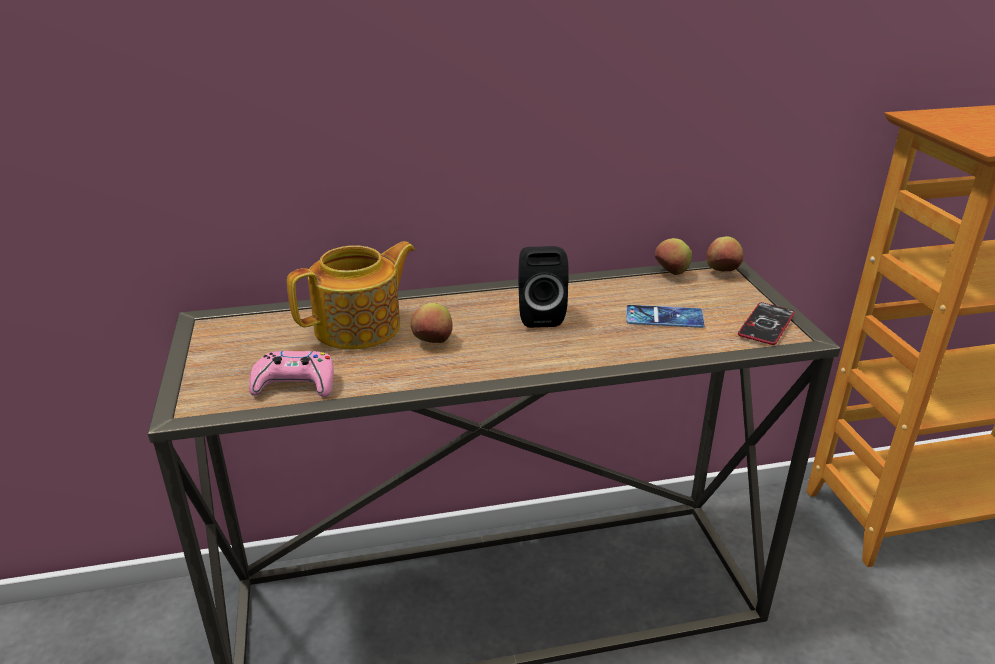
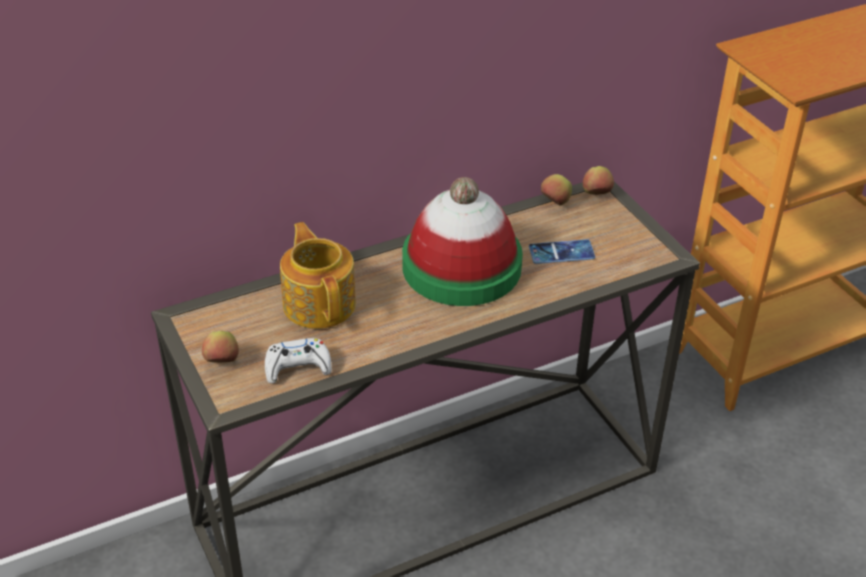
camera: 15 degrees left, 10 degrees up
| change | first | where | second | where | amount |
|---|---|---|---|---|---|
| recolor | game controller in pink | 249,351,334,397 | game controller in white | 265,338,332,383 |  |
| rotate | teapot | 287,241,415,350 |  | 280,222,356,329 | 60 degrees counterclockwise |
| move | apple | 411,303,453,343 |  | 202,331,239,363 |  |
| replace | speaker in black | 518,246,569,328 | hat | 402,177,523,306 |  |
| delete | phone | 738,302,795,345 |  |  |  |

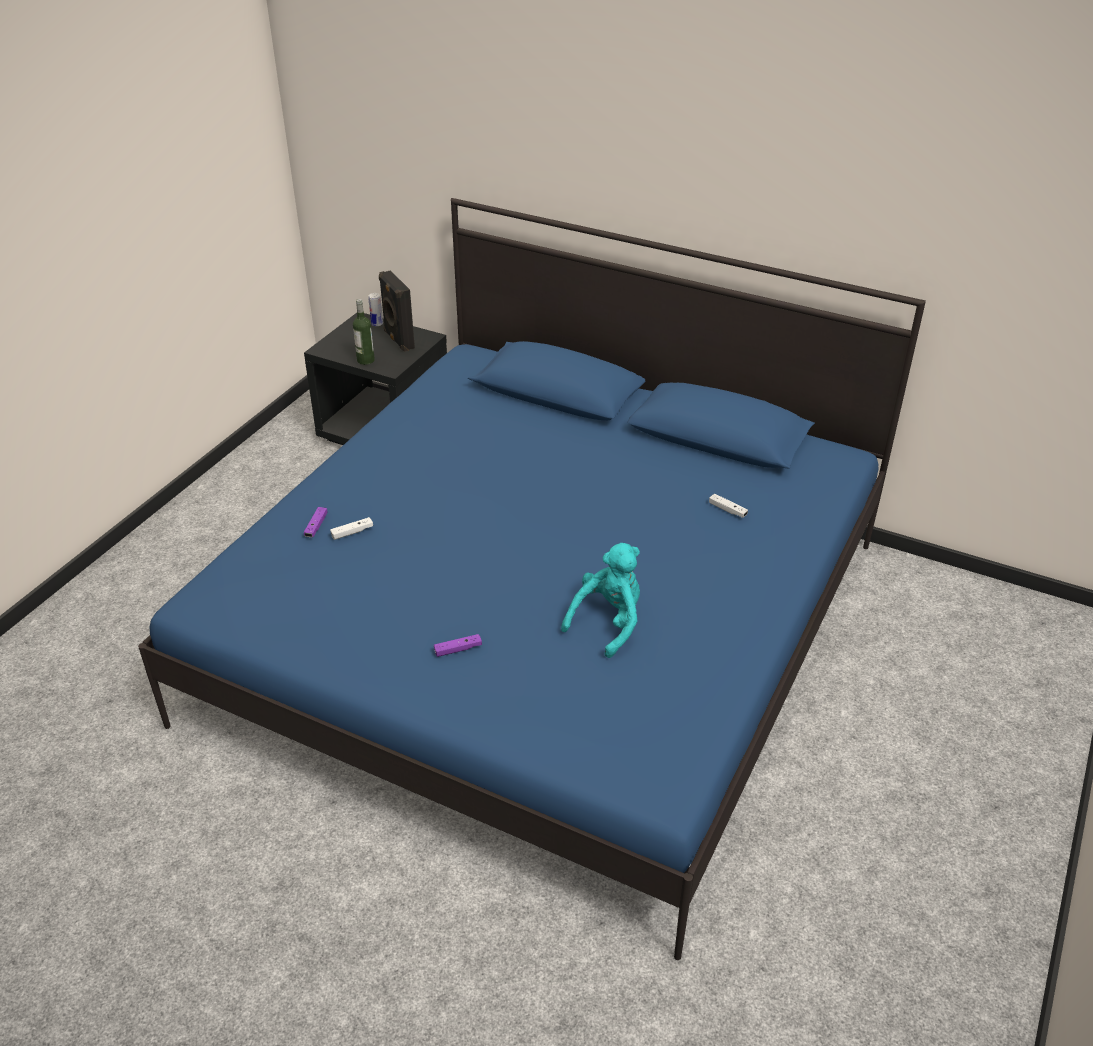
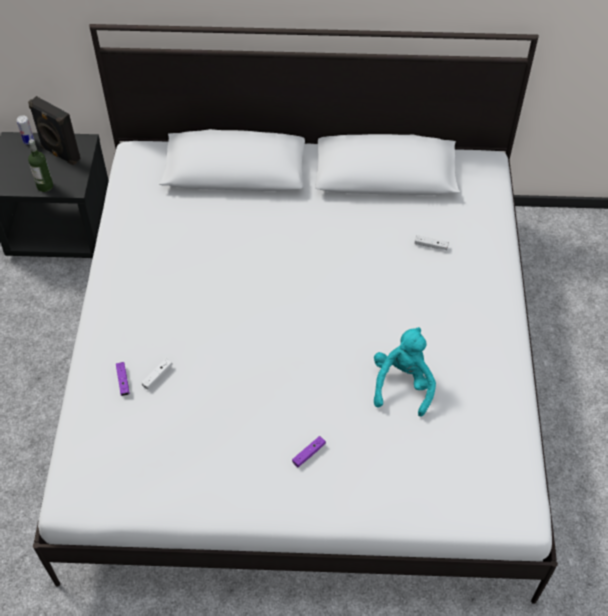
camera: 25 degrees left, 15 degrees up
| change | first | where | second | where | amount |
|---|---|---|---|---|---|
| recolor | bed in blue | 138,198,926,960 | bed in white | 33,24,558,604 |  |

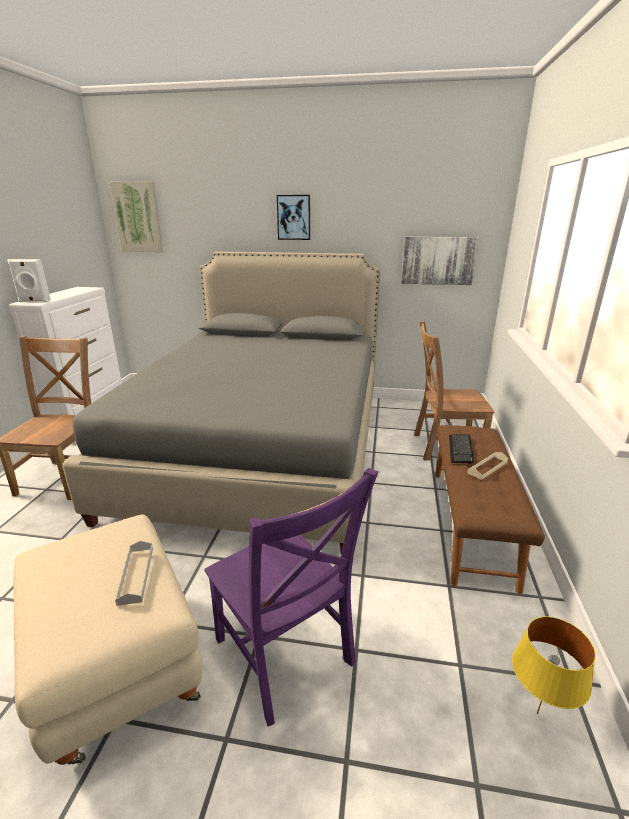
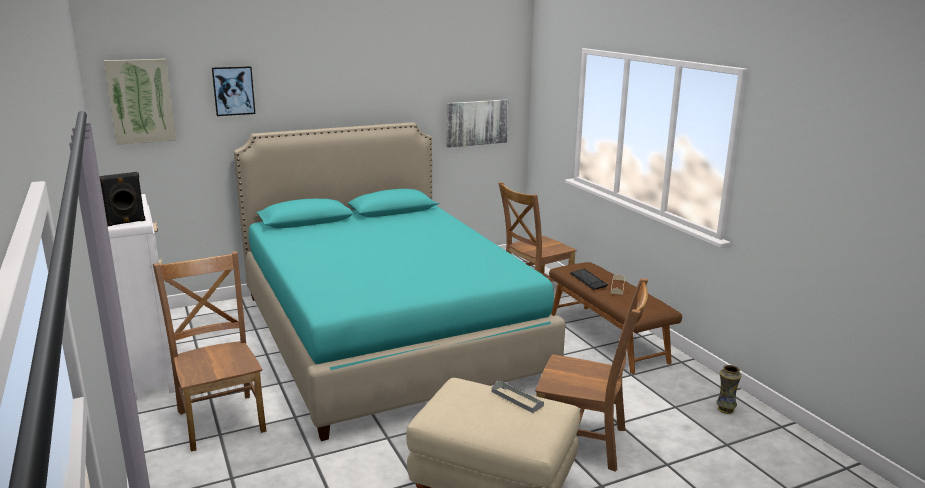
camera: 35 degrees left, 5 degrees down
| change | first | where | second | where | amount |
|---|---|---|---|---|---|
| recolor | speaker in white | 7,259,51,302 | speaker in black | 100,172,146,226 |  |
| recolor | bed in grey | 63,251,381,554 | bed in turquoise | 234,122,566,441 |  |
| recolor | chair in purple | 204,468,378,726 | chair in brown | 535,278,648,472 |  |
| move | picture | 277,195,310,240 |  | 212,66,255,116 |  |
| replace | table lamp in yellow | 512,616,596,714 | vase | 716,365,741,414 |  |

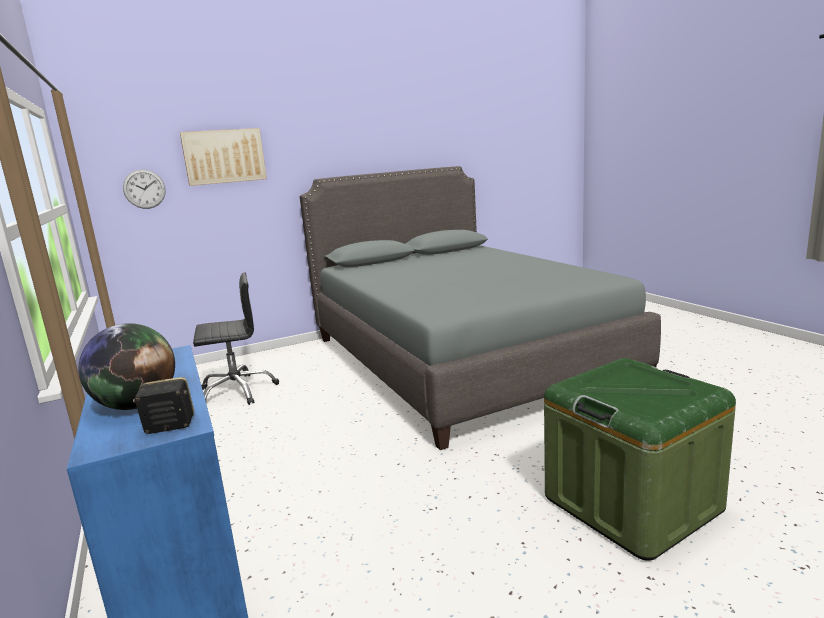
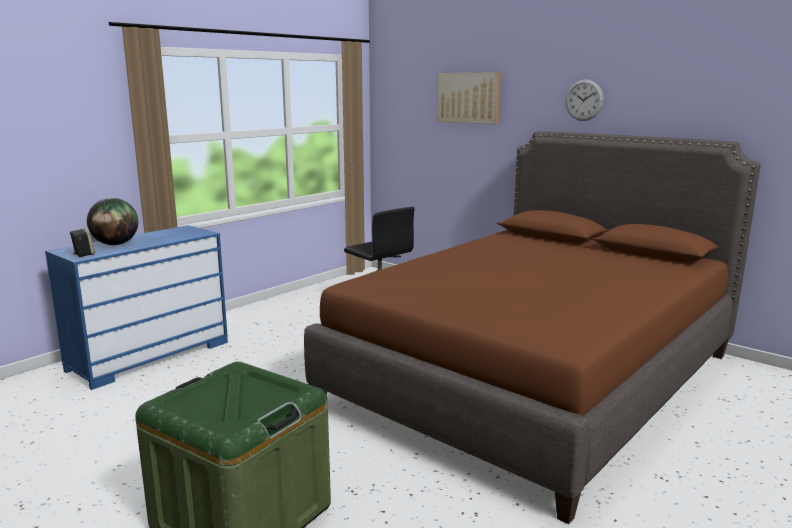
camera: 65 degrees right, 0 degrees up
| change | first | where | second | where | amount |
|---|---|---|---|---|---|
| move | wall clock | 123,169,166,209 |  | 565,79,604,121 |  |
| recolor | bed in grey | 300,166,661,450 | bed in brown | 304,131,761,524 |  |

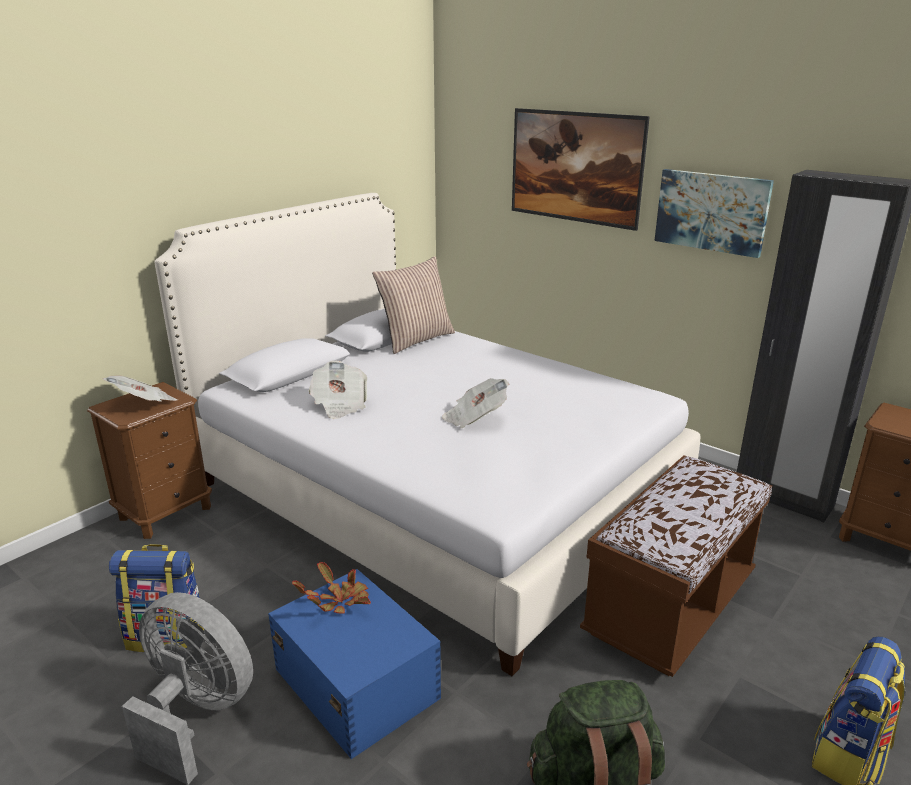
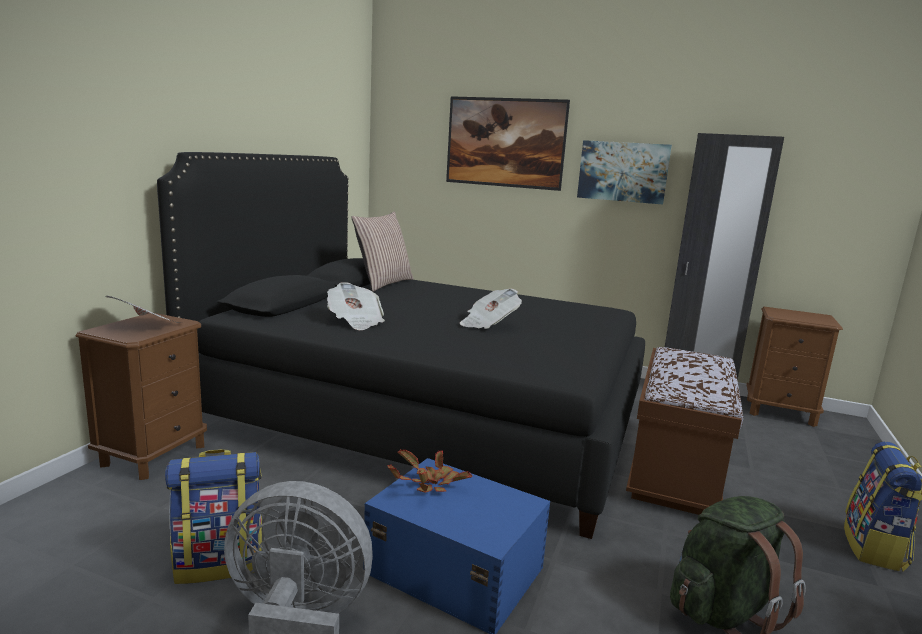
camera: 20 degrees left, 10 degrees down
| change | first | where | second | where | amount |
|---|---|---|---|---|---|
| recolor | bed in white | 154,193,700,676 | bed in black | 157,152,645,539 |  |

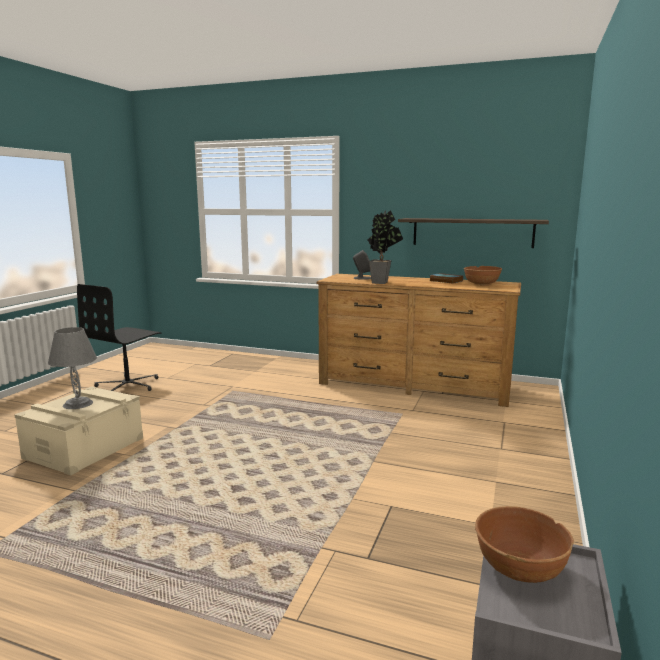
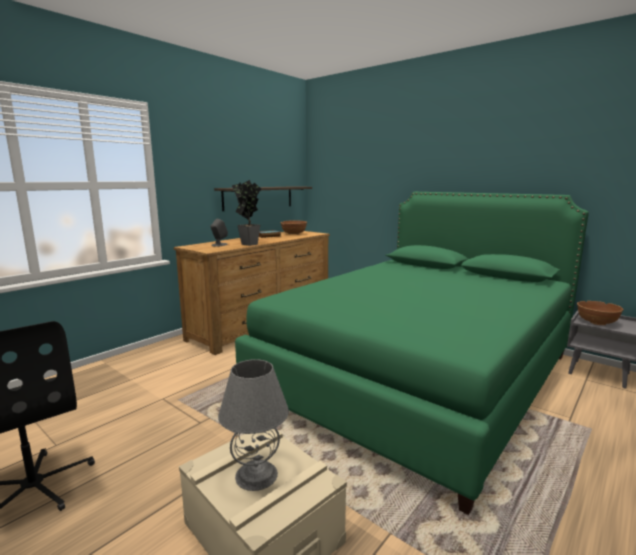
camera: 70 degrees left, 0 degrees up
| change | first | where | second | where | amount |
|---|---|---|---|---|---|
| insert |  |  | bed in green | 235,192,589,515 |  |

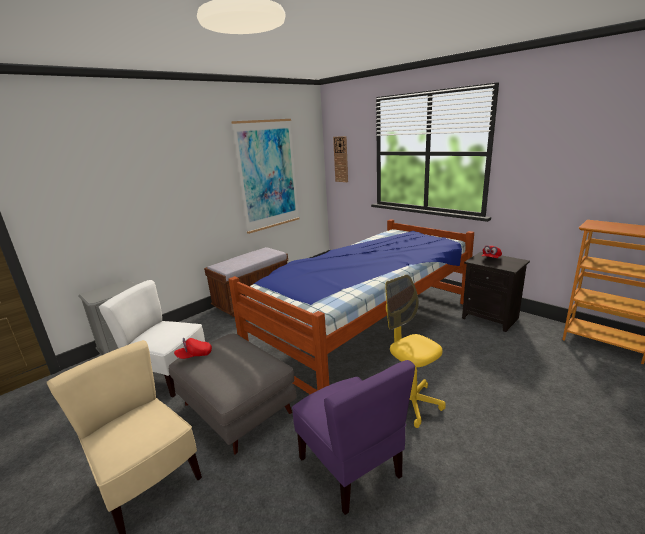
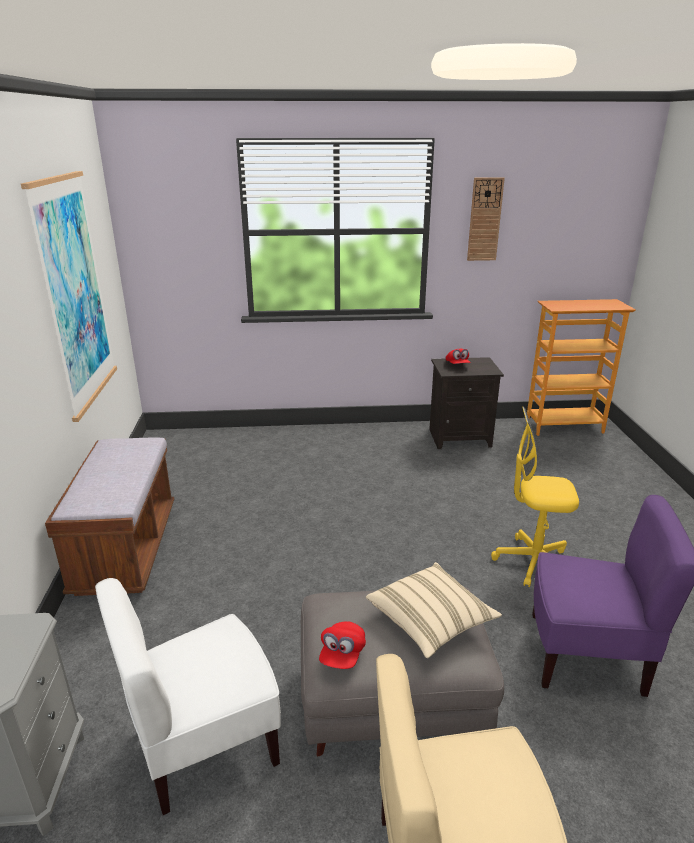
camera: 50 degrees left, 5 degrees up
| change | first | where | second | where | amount |
|---|---|---|---|---|---|
| delete | bed | 228,219,474,394 |  |  |  |
| move | wall clock | 333,136,348,182 |  | 467,177,505,261 |  |
| insert |  |  | pillow in beige | 366,562,502,658 |  |

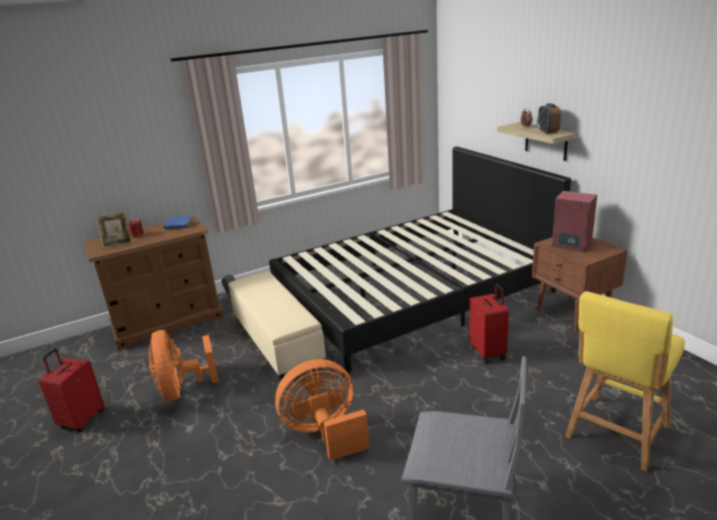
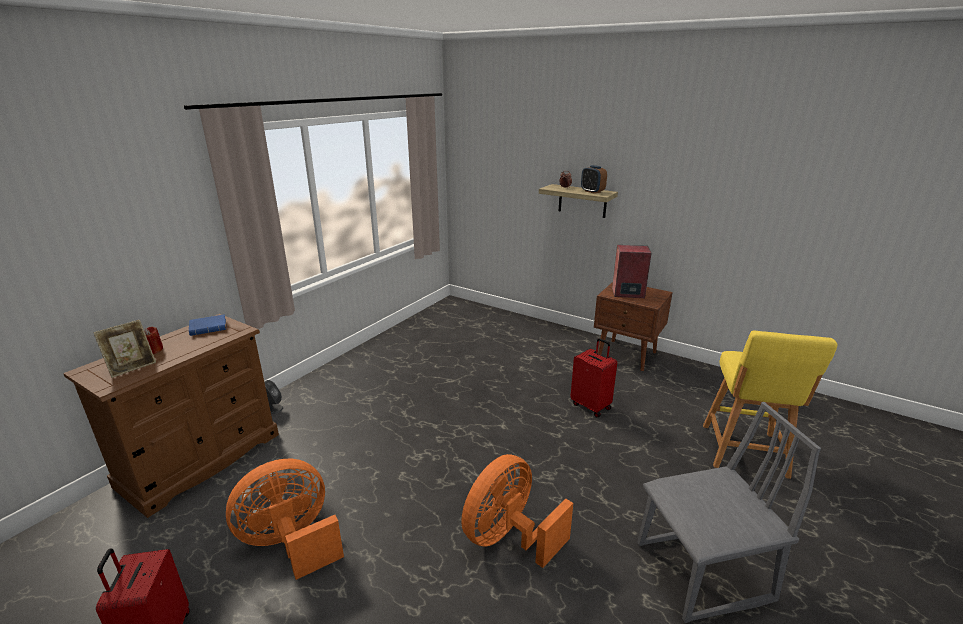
camera: 30 degrees left, 0 degrees up
| change | first | where | second | where | amount |
|---|---|---|---|---|---|
| rotate | fan in orange | 149,330,219,401 |  | 226,459,344,580 | 105 degrees clockwise |
| delete | ottoman in beige | 228,272,326,381 |  |  |  |
| delete | bed in black | 269,146,571,373 |  |  |  |

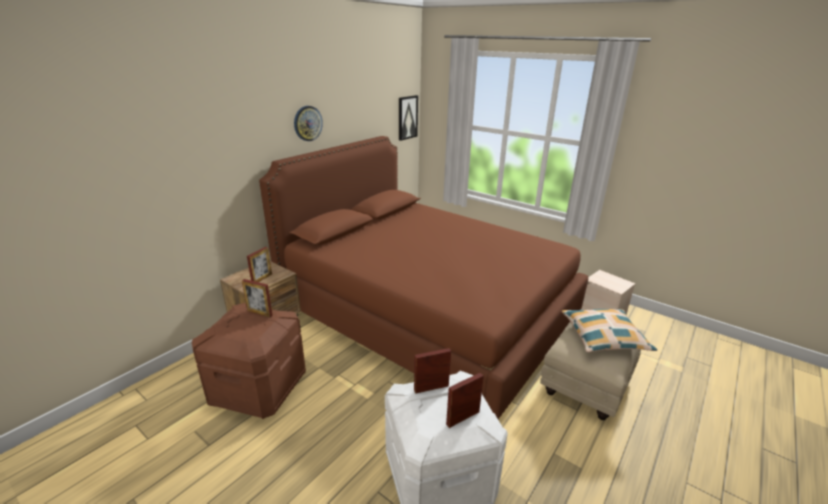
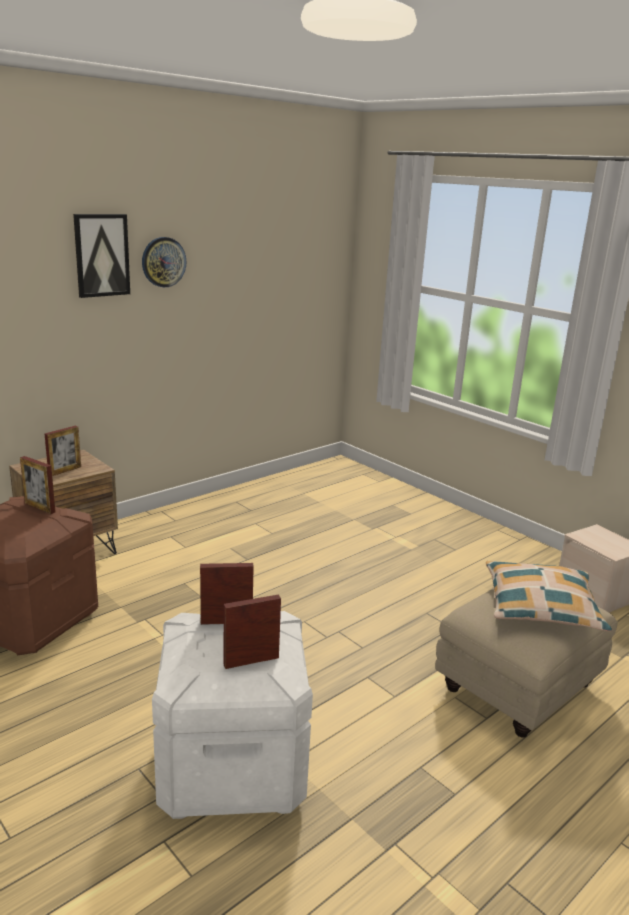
camera: 10 degrees right, 5 degrees down
| change | first | where | second | where | amount |
|---|---|---|---|---|---|
| delete | bed in brown | 259,136,588,420 |  |  |  |
| move | picture | 399,95,418,141 |  | 73,214,130,298 |  |

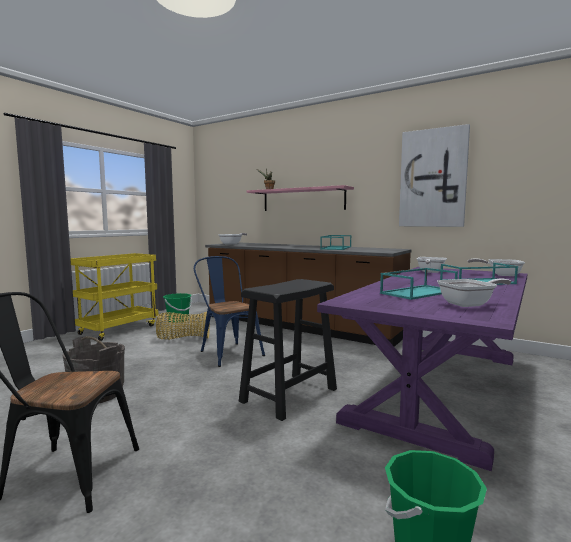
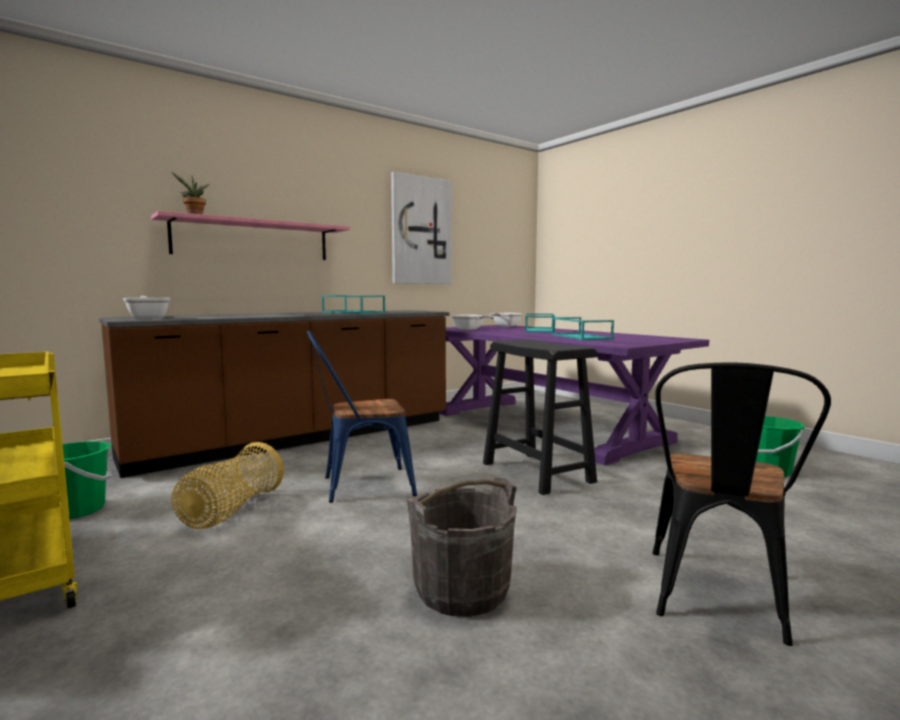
camera: 70 degrees left, 0 degrees up
| change | first | where | second | where | amount |
|---|---|---|---|---|---|
| delete | frying pan | 437,278,511,307 |  |  |  |

